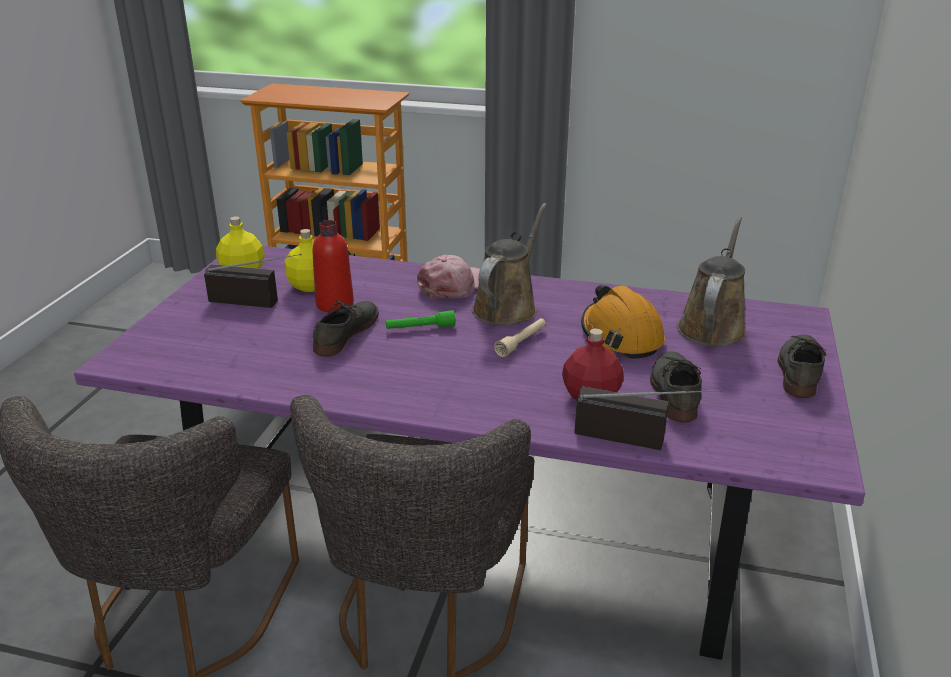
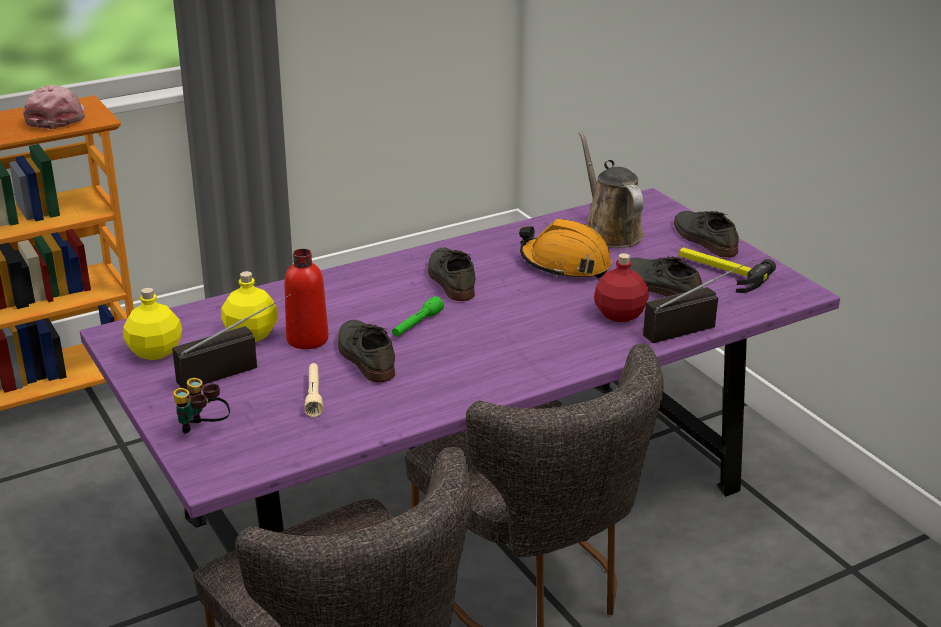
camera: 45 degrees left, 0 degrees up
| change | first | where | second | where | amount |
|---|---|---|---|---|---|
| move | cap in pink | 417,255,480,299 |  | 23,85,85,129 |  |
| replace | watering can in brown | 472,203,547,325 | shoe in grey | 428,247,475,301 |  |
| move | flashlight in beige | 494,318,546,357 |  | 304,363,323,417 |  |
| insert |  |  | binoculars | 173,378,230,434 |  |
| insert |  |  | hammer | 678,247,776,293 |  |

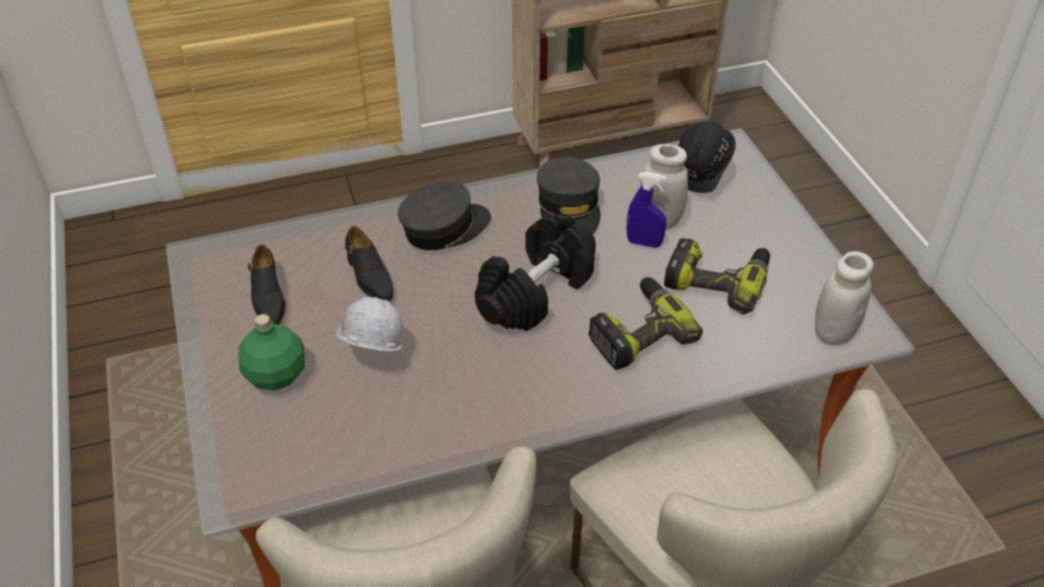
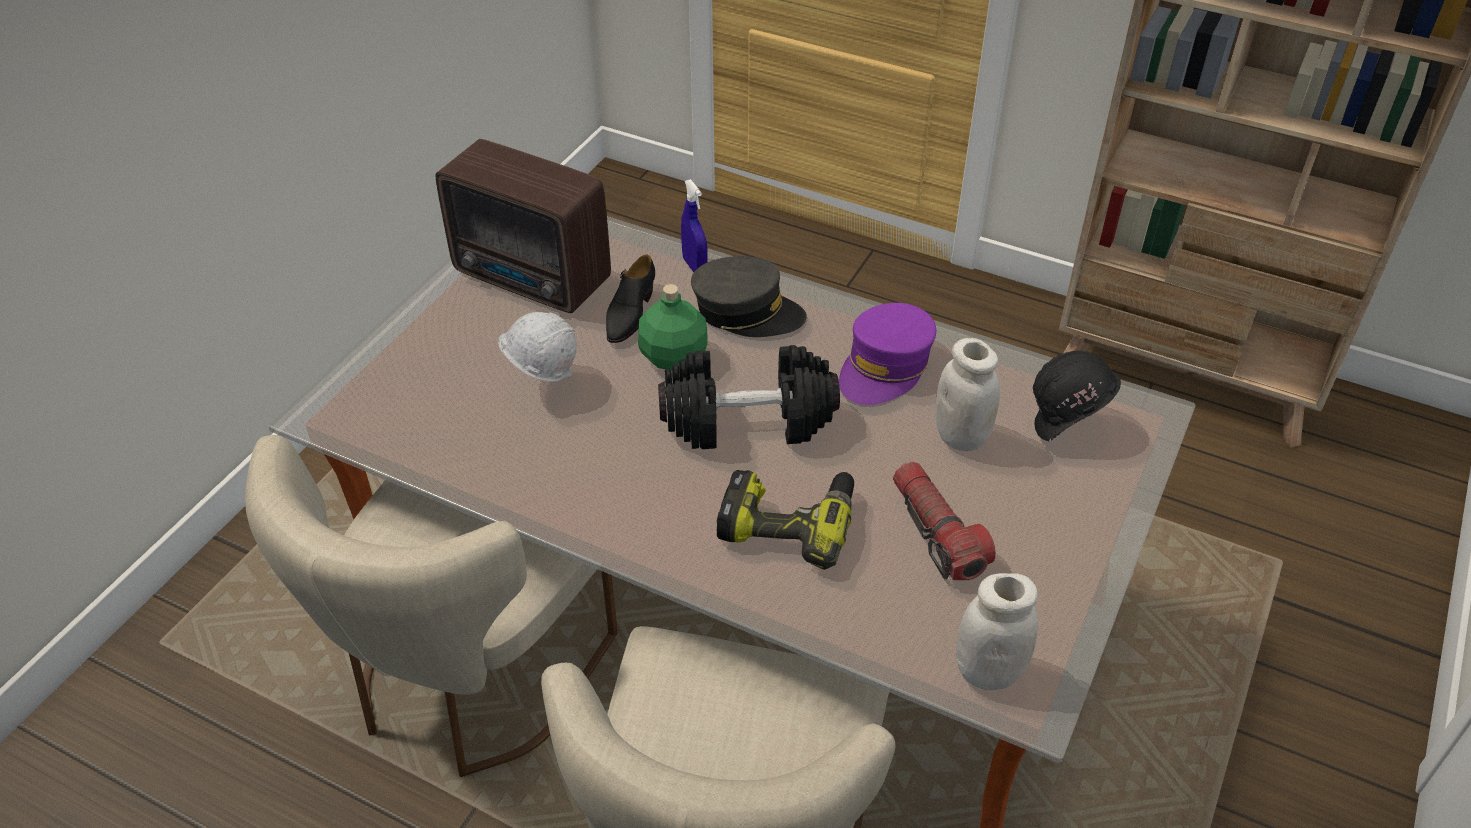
camera: 45 degrees right, 0 degrees up
| change | first | where | second | where | amount |
|---|---|---|---|---|---|
| move | bottle in green | 239,314,305,390 |  | 638,284,708,370 |  |
| replace | shoe in black | 248,244,285,324 | radio | 435,139,611,313 |  |
| recolor | cap in grey | 537,157,600,234 | cap in purple | 839,303,936,405 |  |
| move | spray bottle in blue | 627,172,667,248 |  | 681,179,708,272 |  |
| replace | power drill | 664,238,770,314 | flashlight | 893,462,996,580 |  |

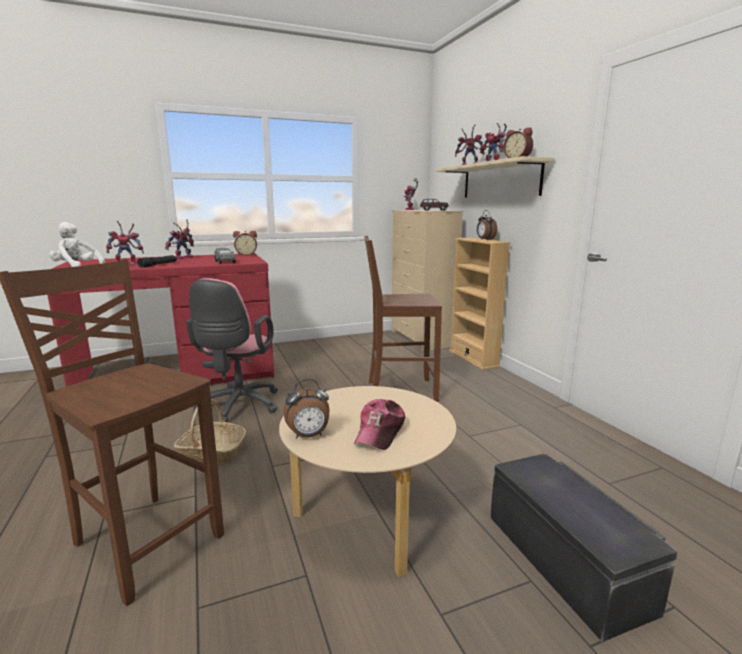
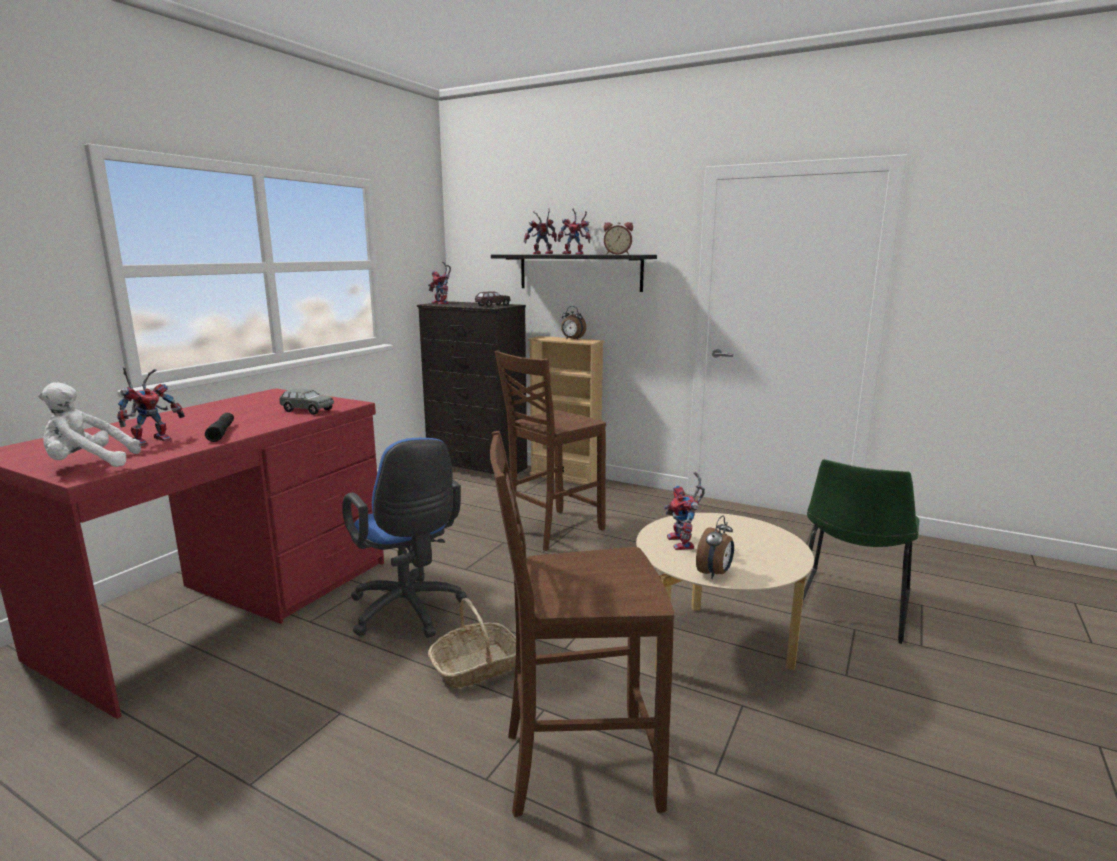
camera: 40 degrees left, 0 degrees up
| change | first | where | second | where | amount |
|---|---|---|---|---|---|
| move | toy robot | 165,219,194,259 |  | 664,472,705,550 |  |
| recolor | office chair in pink | 186,278,278,422 | office chair in blue | 342,438,467,638 |  |
| delete | alarm clock | 233,231,257,256 |  |  |  |
| delete | cap | 353,399,405,450 |  |  |  |
| recolor | dresser in beige | 391,210,463,351 | dresser in black | 417,301,527,474 |  |
| recolor | shelf in beige | 435,156,555,198 | shelf in black | 491,254,657,292 |  |
| replace | storage box in black | 490,453,678,642 | chair in green | 803,459,919,644 |  |

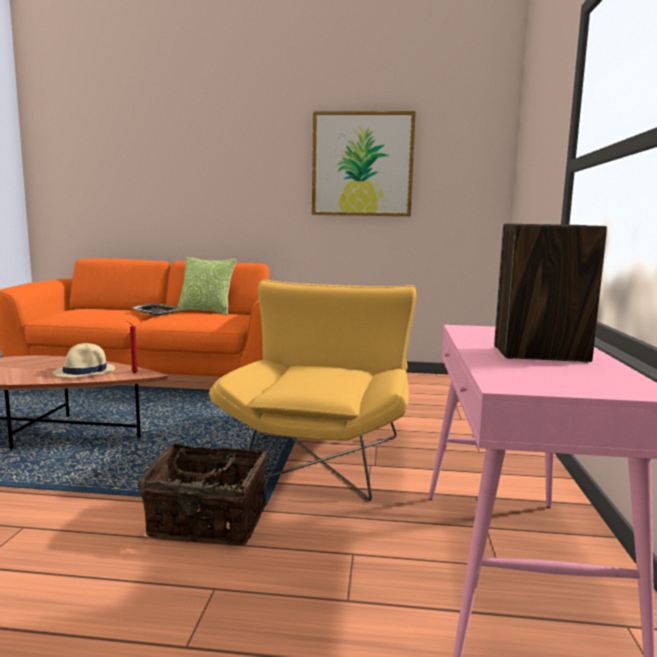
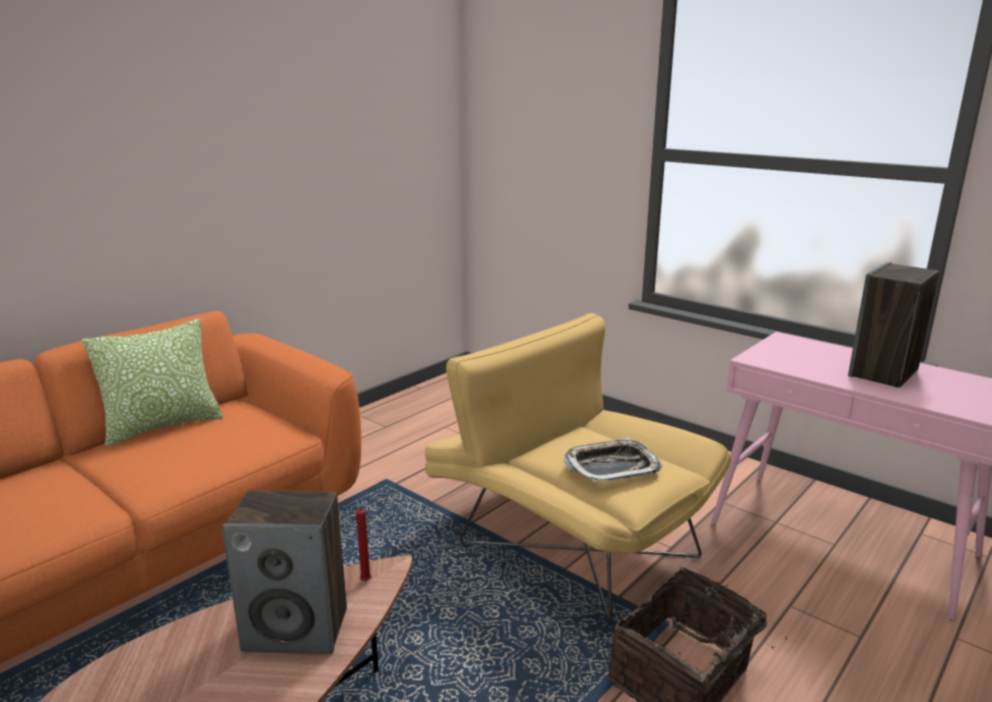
camera: 55 degrees left, 10 degrees up
| change | first | where | second | where | amount |
|---|---|---|---|---|---|
| replace | hat in beige | 53,343,115,378 | speaker | 222,490,347,654 |  |
| move | tray | 132,303,181,315 |  | 564,438,662,482 |  |
| delete | picture | 312,111,416,217 |  |  |  |

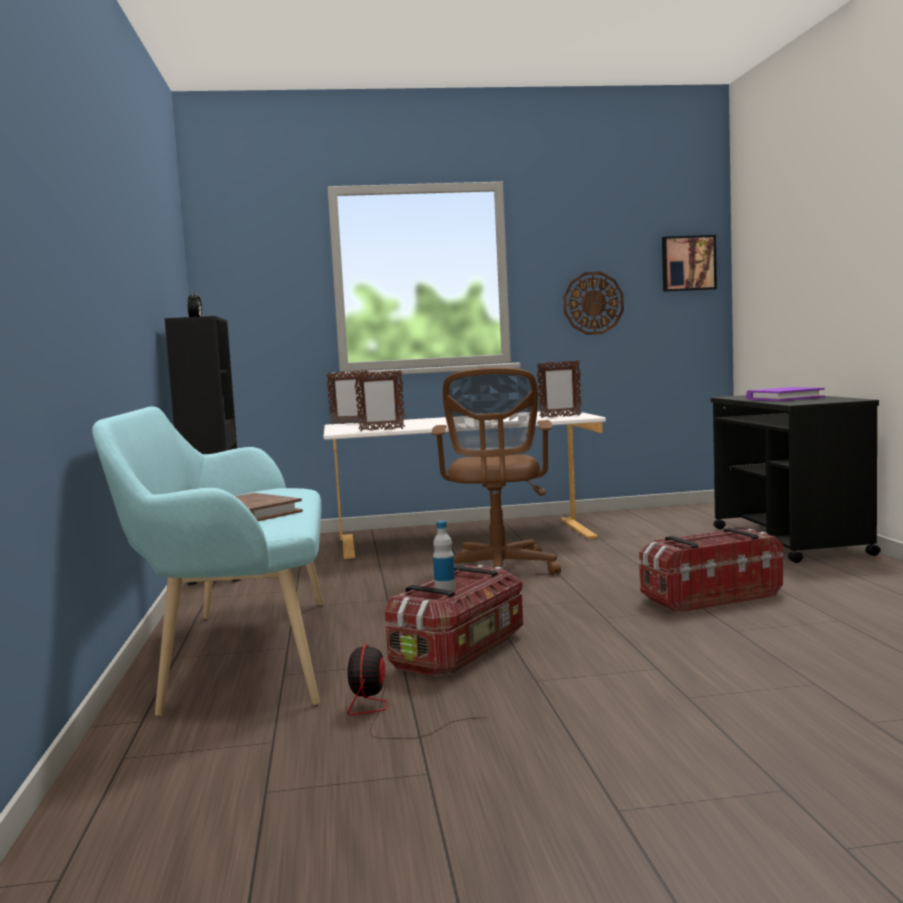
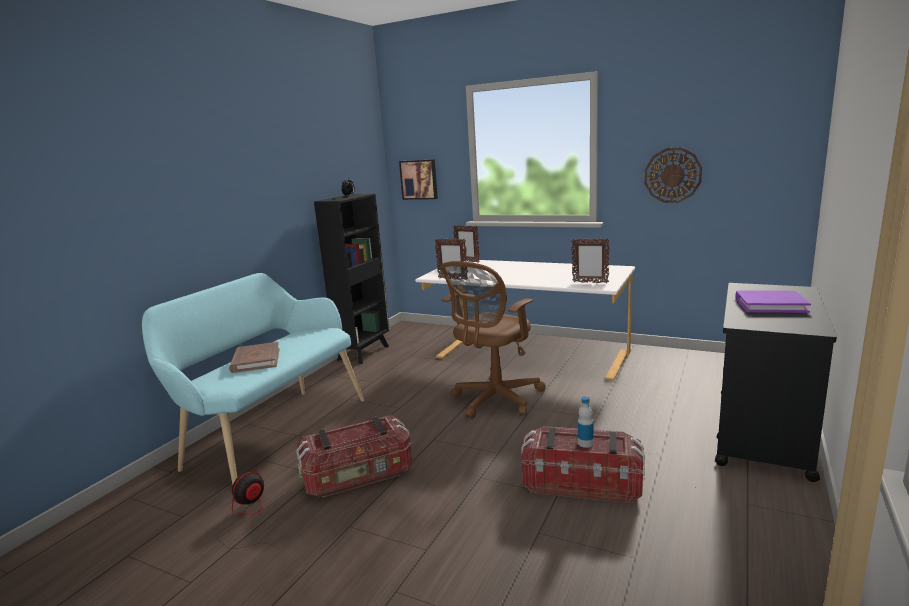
camera: 35 degrees right, 10 degrees up
| change | first | where | second | where | amount |
|---|---|---|---|---|---|
| move | bottle | 433,521,455,591 |  | 578,396,593,448 |  |
| move | picture | 662,235,717,292 |  | 399,159,438,200 |  |

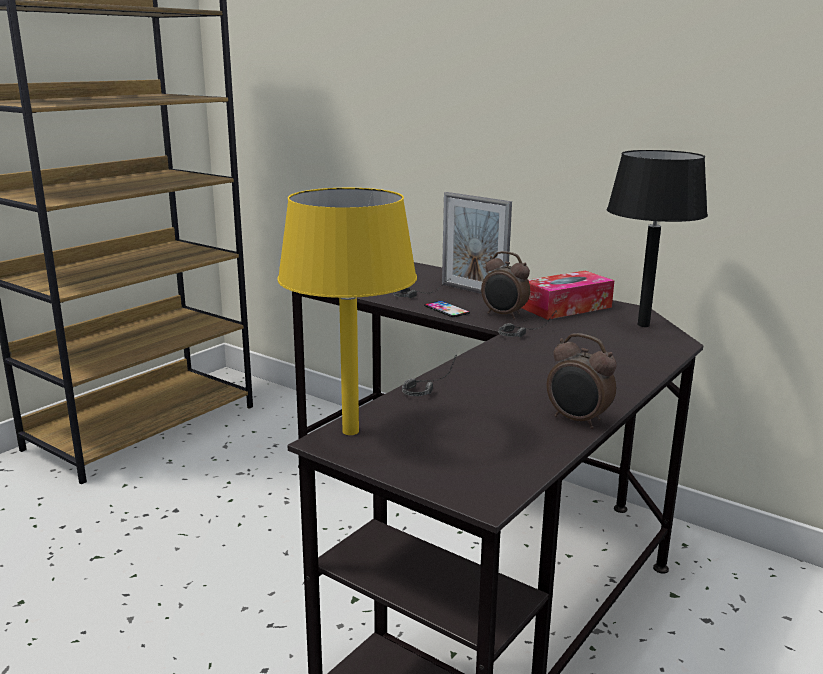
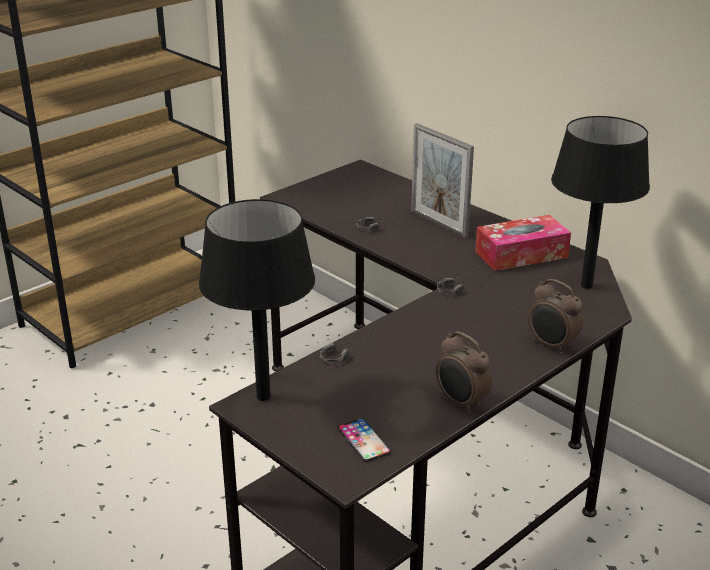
camera: 10 degrees right, 10 degrees up
| change | first | where | second | where | amount |
|---|---|---|---|---|---|
| recolor | table lamp in yellow | 278,188,417,435 | table lamp in black | 199,199,315,401 |  |
| move | phone | 424,301,470,317 |  | 337,418,391,462 |  |
| move | alarm clock | 481,251,530,319 |  | 528,279,583,354 |  |

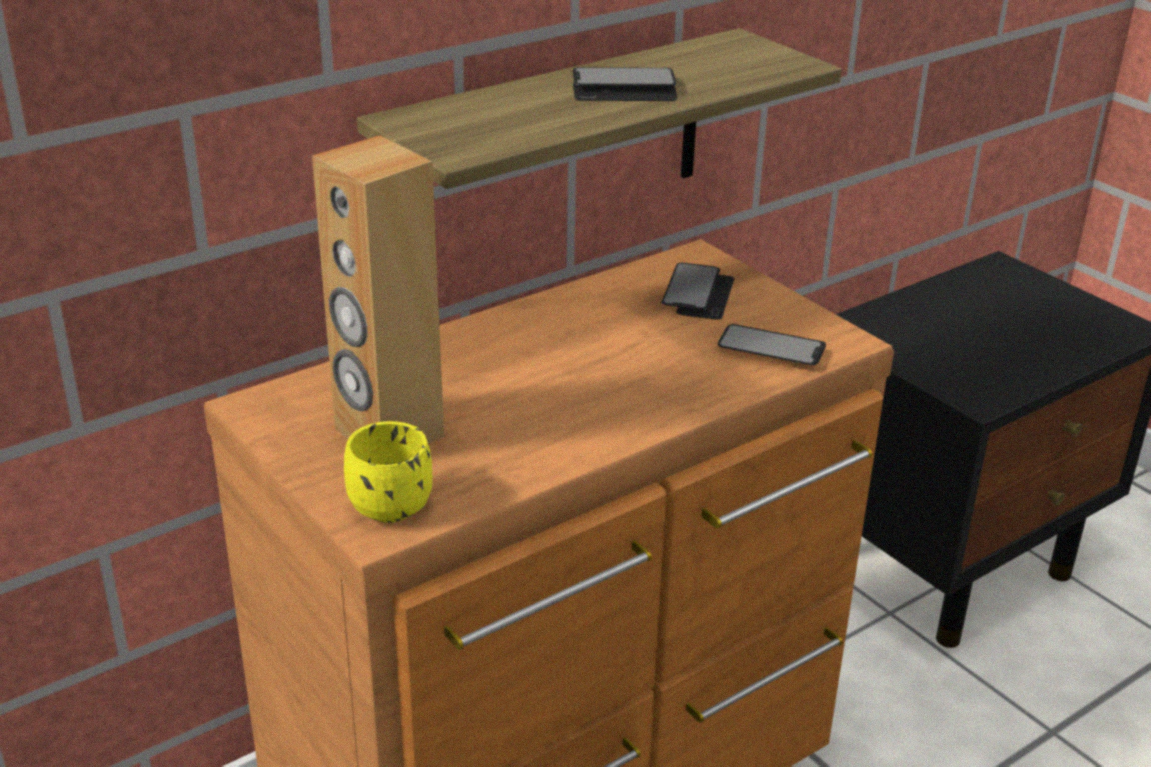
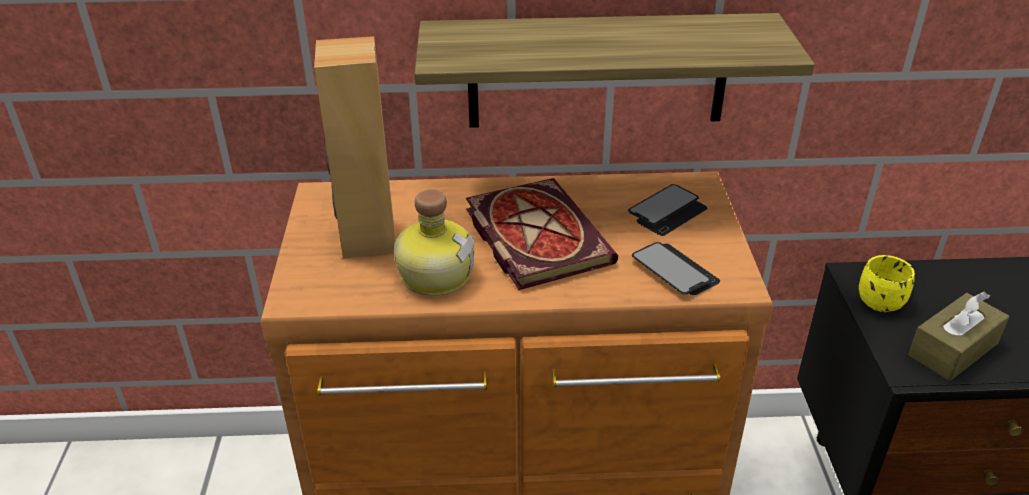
camera: 35 degrees right, 5 degrees up
| change | first | where | second | where | amount |
|---|---|---|---|---|---|
| move | mug in yellow | 344,421,432,523 |  | 859,255,915,312 |  |
| delete | phone | 573,67,678,101 |  |  |  |
| insert |  |  | bottle | 394,189,475,296 |  |
| insert |  |  | book | 466,178,618,290 |  |
| insert |  |  | tissue box in brown | 908,291,1010,381 |  |

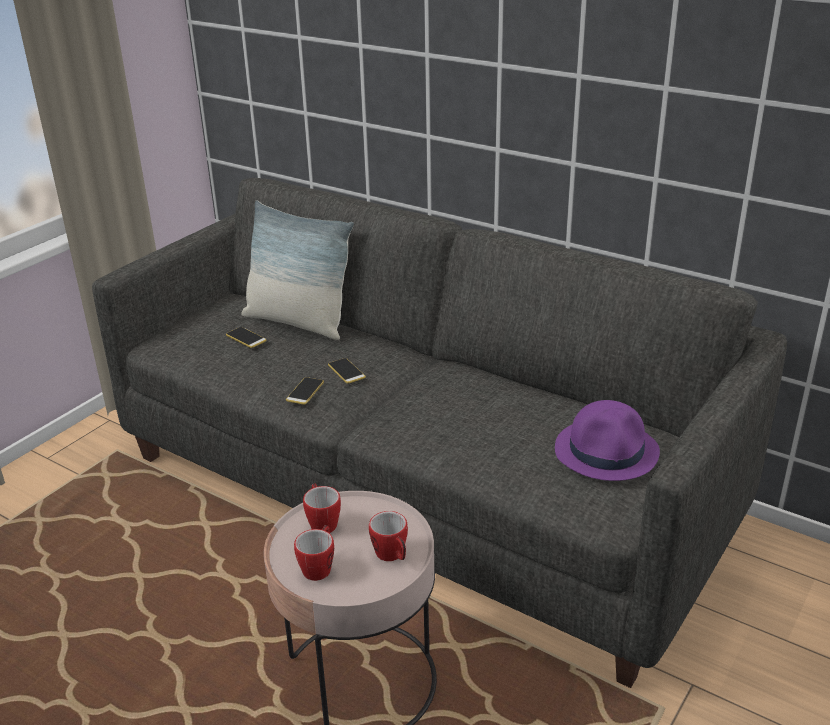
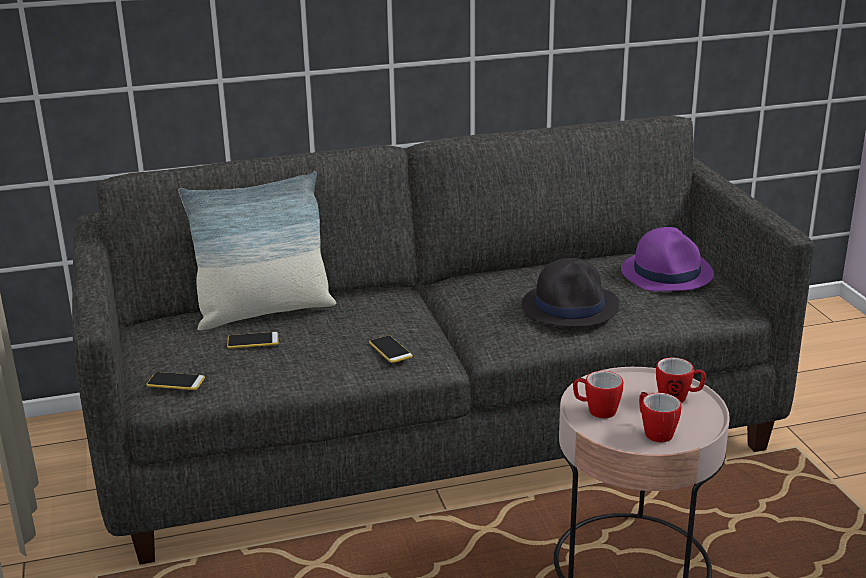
camera: 50 degrees left, 5 degrees down
| change | first | where | second | where | amount |
|---|---|---|---|---|---|
| move | phone | 328,358,366,384 |  | 146,372,205,390 |  |
| insert |  |  | hat in black | 522,258,619,327 |  |

